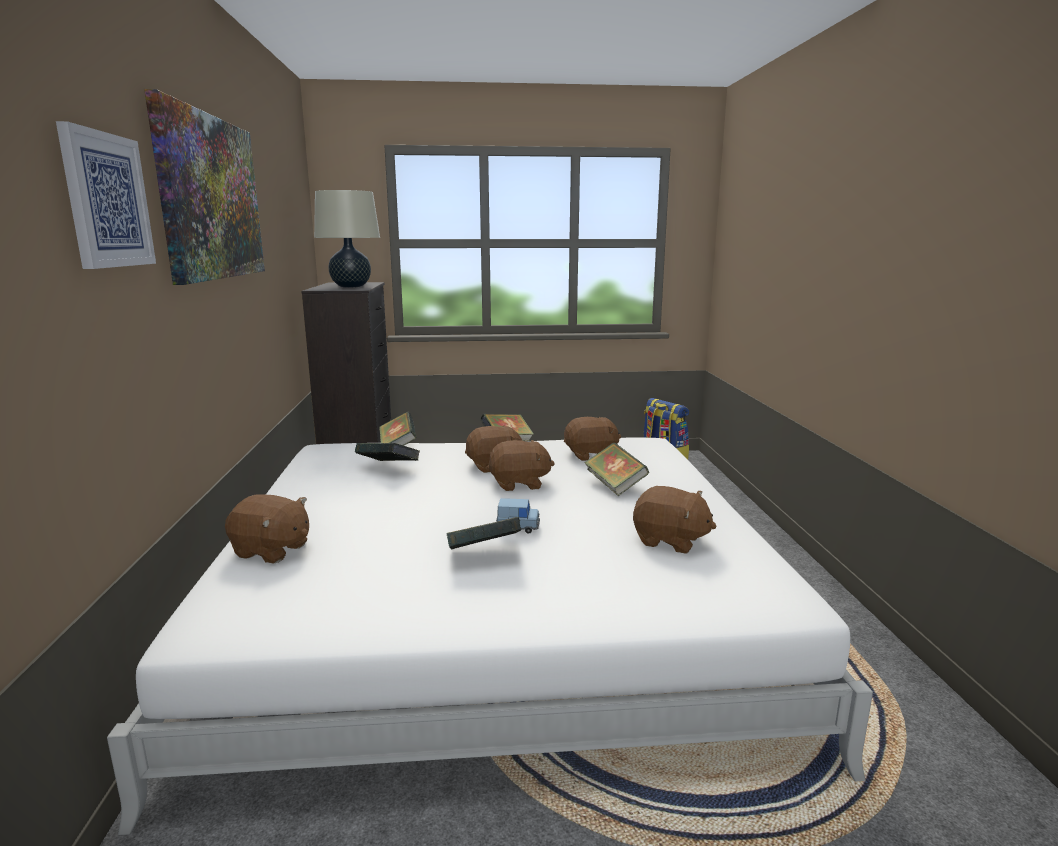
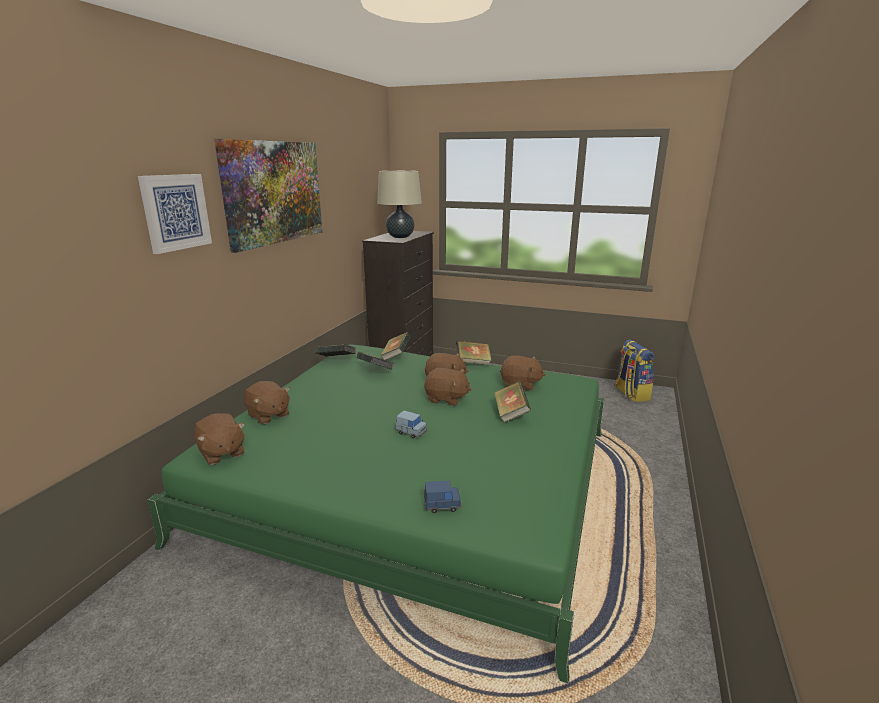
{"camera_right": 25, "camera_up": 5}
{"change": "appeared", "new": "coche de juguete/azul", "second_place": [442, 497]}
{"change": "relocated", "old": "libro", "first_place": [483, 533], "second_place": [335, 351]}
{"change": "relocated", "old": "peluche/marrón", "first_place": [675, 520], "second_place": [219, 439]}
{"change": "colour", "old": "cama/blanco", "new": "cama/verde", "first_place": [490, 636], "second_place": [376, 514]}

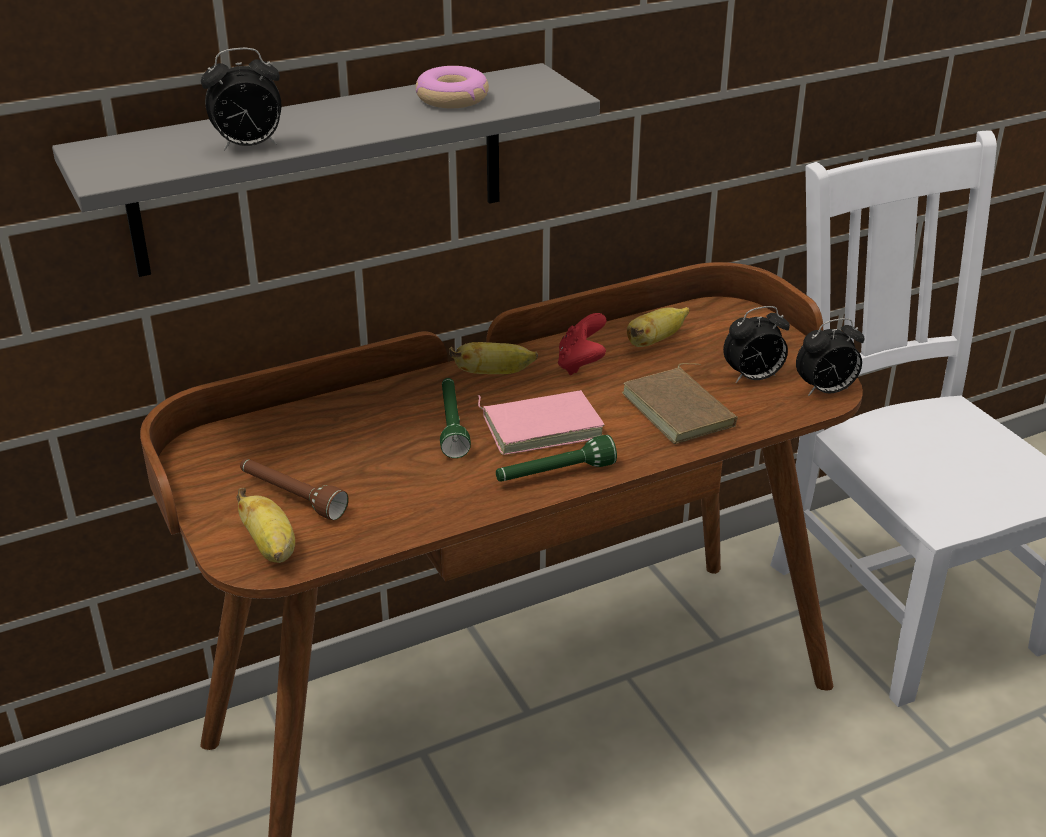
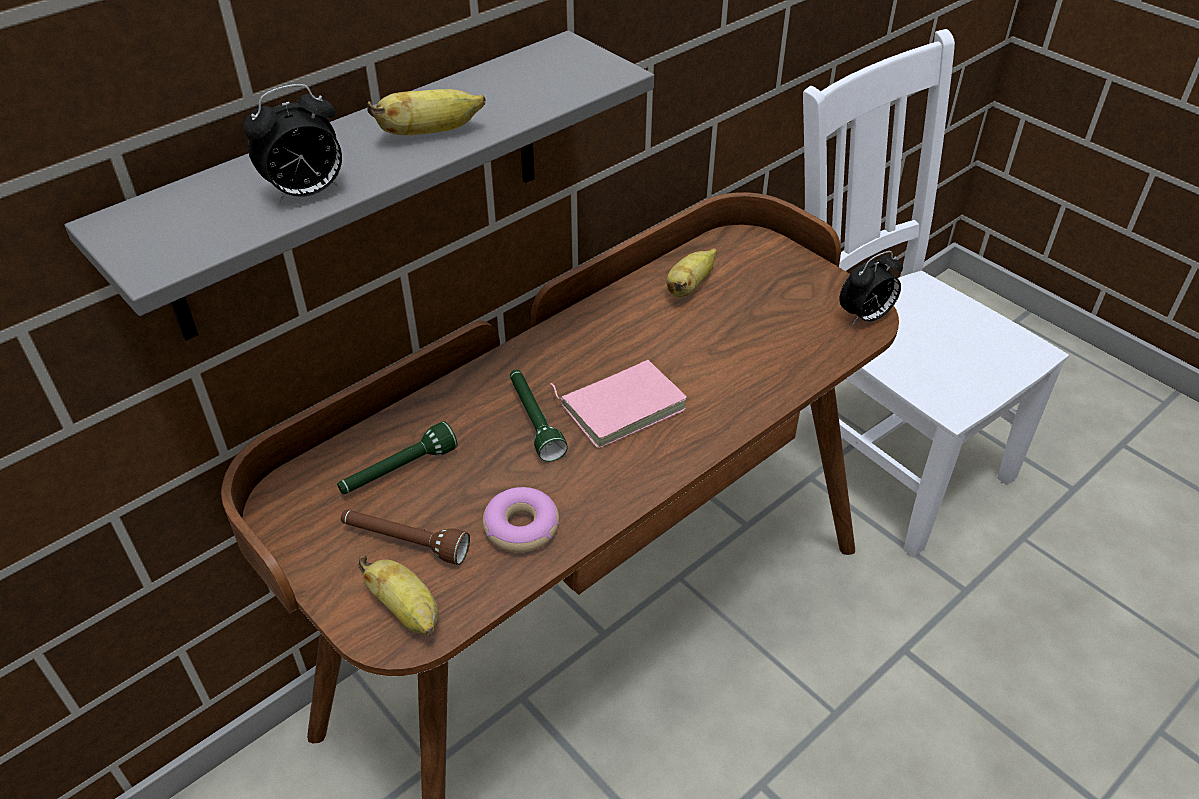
{"camera_right": -15, "camera_up": 10}
{"change": "missing", "old": "mando de consola/rojo", "first_place": [582, 344]}
{"change": "missing", "old": "libro/marrón", "first_place": [680, 403]}
{"change": "missing", "old": "despertador", "first_place": [756, 344]}
{"change": "relocated", "old": "rosquilla", "first_place": [452, 87], "second_place": [521, 520]}
{"change": "relocated", "old": "plátano", "first_place": [493, 358], "second_place": [426, 112]}
{"change": "relocated", "old": "linterna/verde", "first_place": [556, 458], "second_place": [397, 457]}

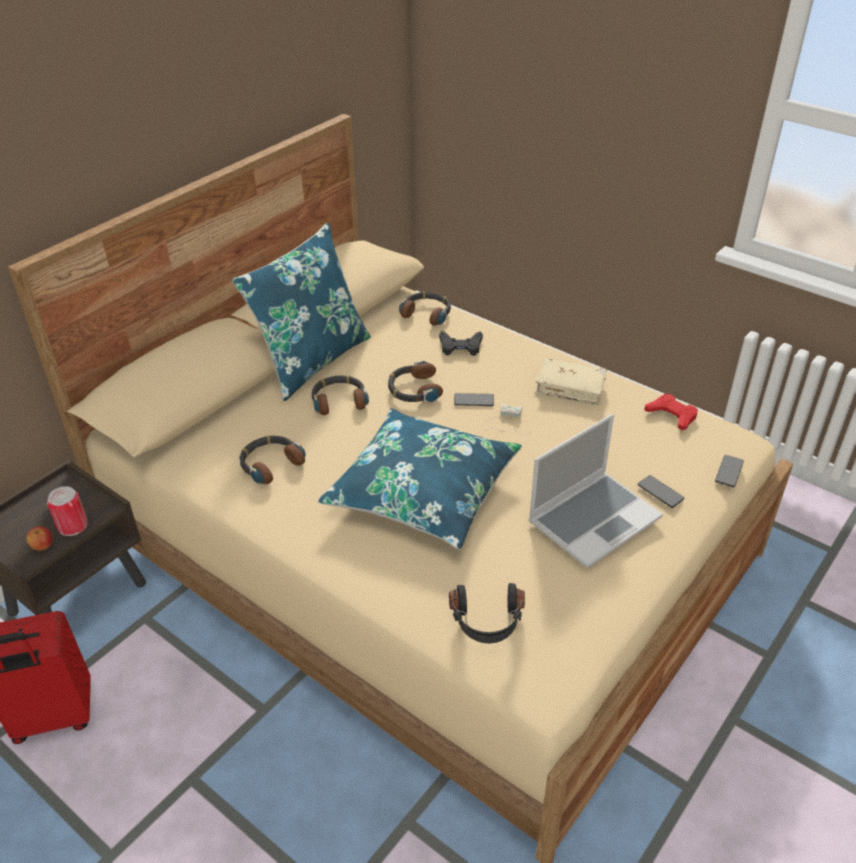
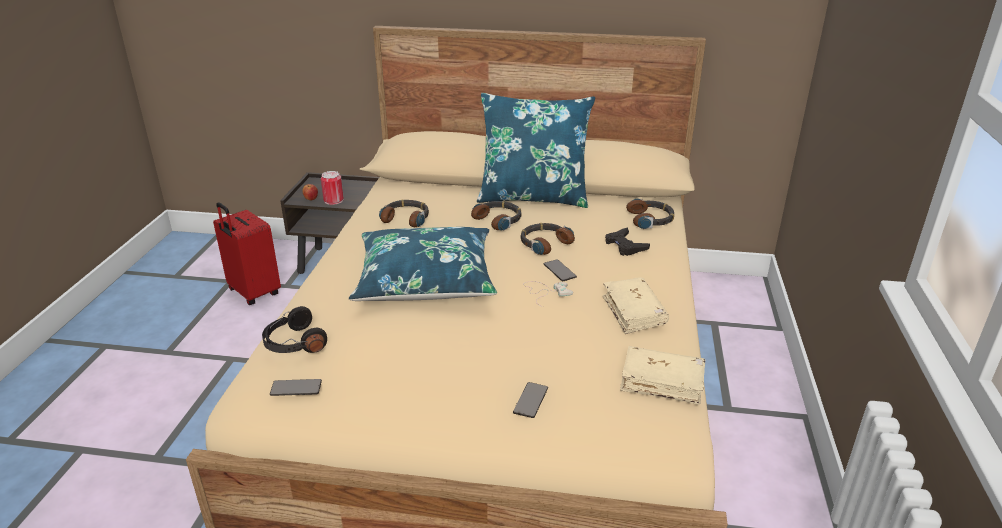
{"camera_right": 60, "camera_up": -10}
{"change": "missing", "old": "portátil", "first_place": [595, 491]}
{"change": "relocated", "old": "móvil", "first_place": [729, 471], "second_place": [296, 387]}
{"change": "exchanged", "old": "mando de consola/rojo", "new": "libro/beis", "first_place": [671, 411], "second_place": [662, 375]}

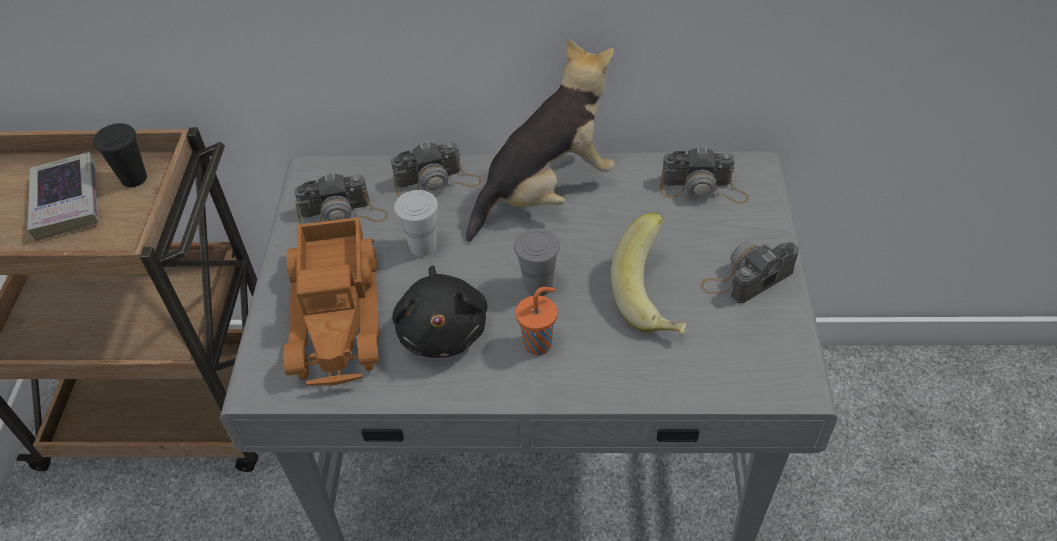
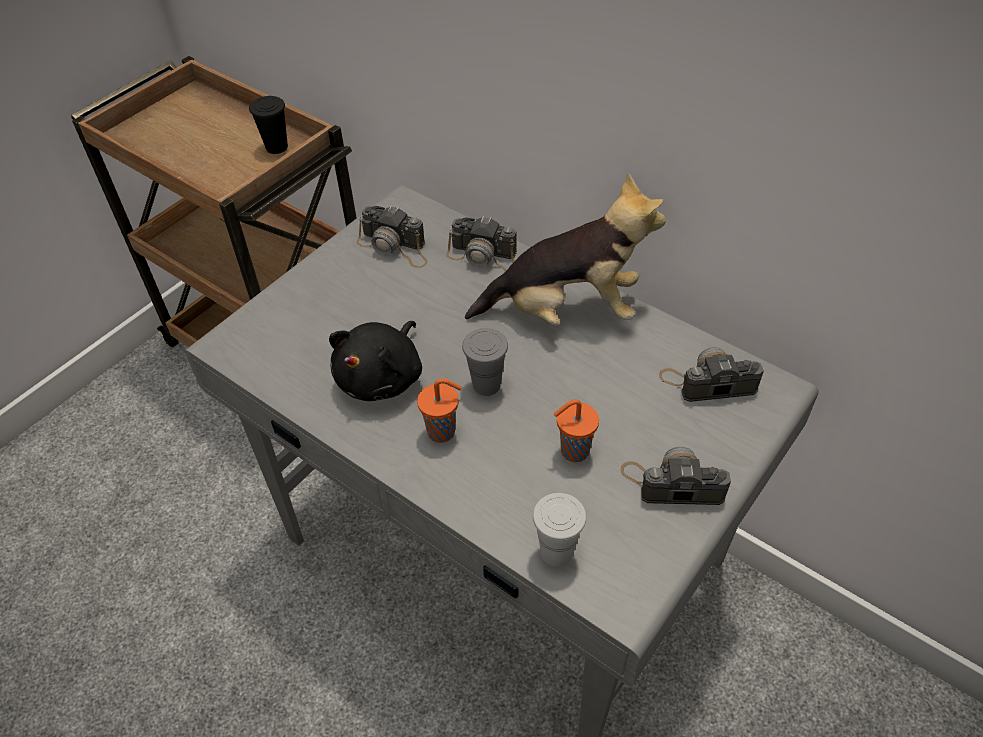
{"camera_right": 35, "camera_up": 0}
{"change": "missing", "old": "libro", "first_place": [62, 196]}
{"change": "missing", "old": "camión de juguete", "first_place": [331, 301]}
{"change": "relocated", "old": "taza/blanco", "first_place": [416, 223], "second_place": [559, 530]}
{"change": "exchanged", "old": "plátano", "new": "taza/naranja", "first_place": [648, 273], "second_place": [576, 430]}
{"change": "spun", "old": "cámara", "first_place": [704, 175], "second_place": [711, 374], "degrees": 135}

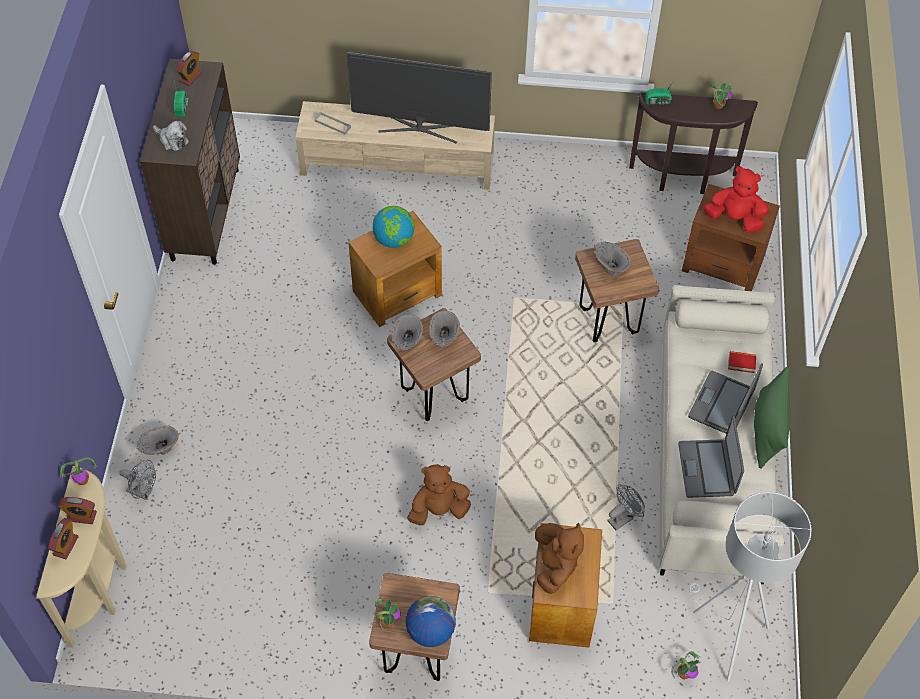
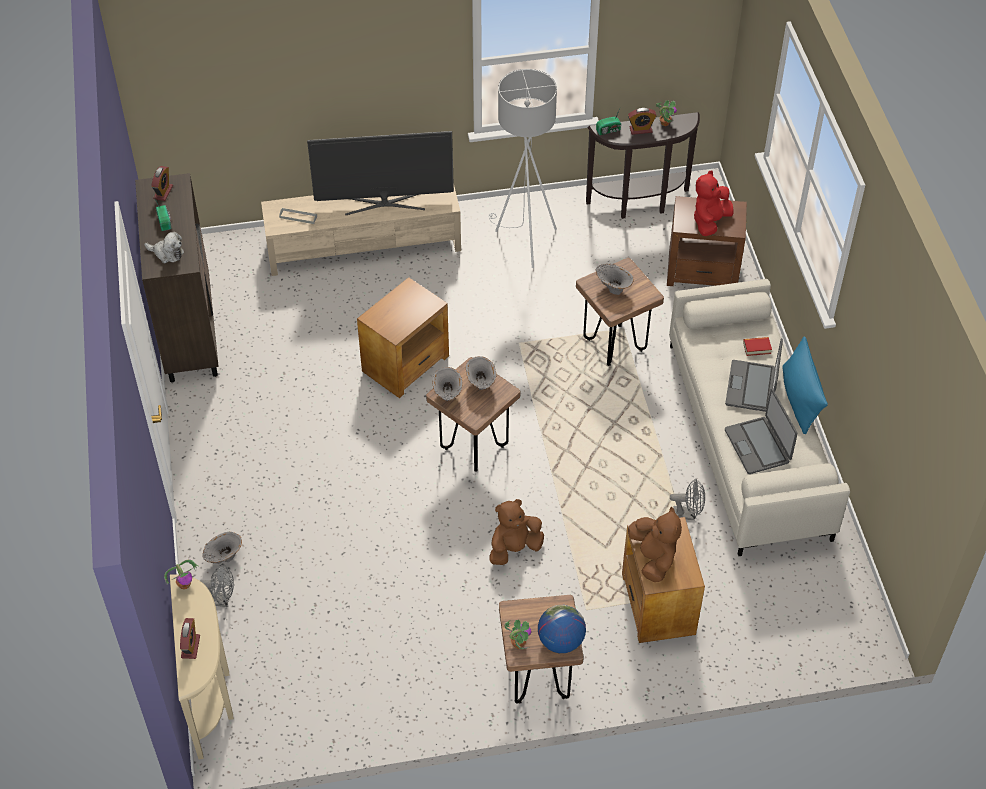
{"camera_right": -15, "camera_up": -5}
{"change": "missing", "old": "globo terráqueo", "first_place": [393, 227]}
{"change": "missing", "old": "planta en maceta", "first_place": [685, 665]}
{"change": "relocated", "old": "despertador", "first_place": [77, 510], "second_place": [642, 121]}
{"change": "relocated", "old": "lámpara de pie/blanco", "first_place": [750, 586], "second_place": [522, 168]}
{"change": "colour", "old": "cojín/verde", "new": "cojín/azul", "first_place": [772, 417], "second_place": [805, 385]}
{"change": "spun", "old": "ventilador/gris", "first_place": [626, 507], "second_place": [687, 500], "degrees": 60}
{"change": "spun", "old": "peluche/rojo", "first_place": [735, 199], "second_place": [714, 203], "degrees": -60}

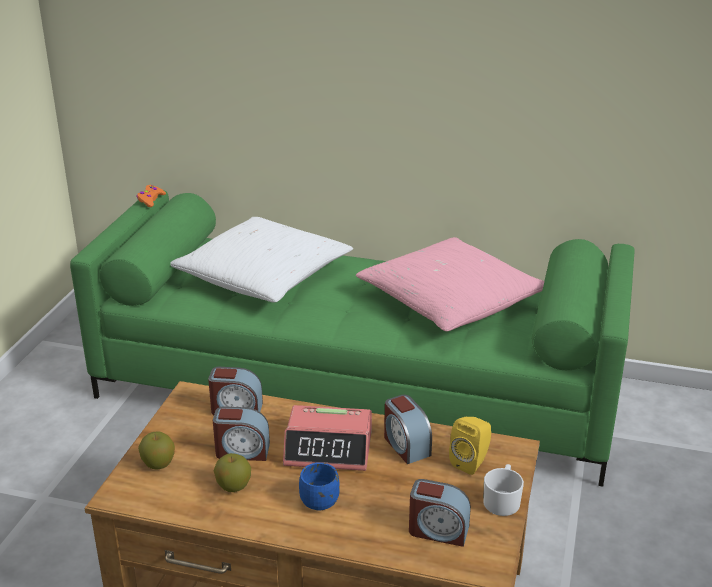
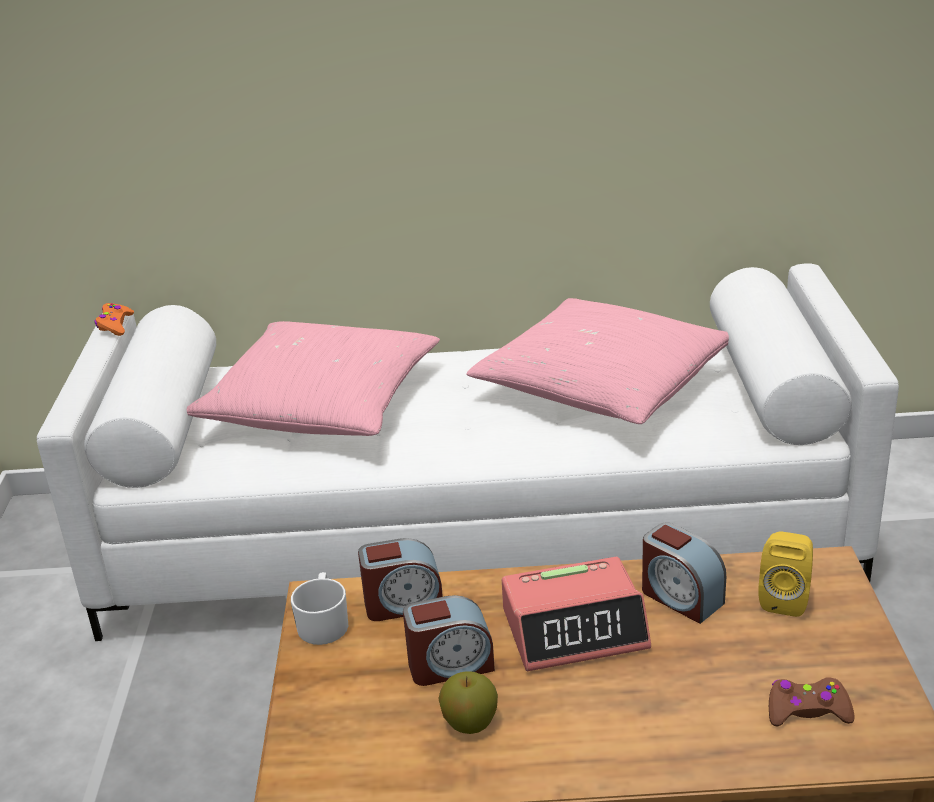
{"camera_right": -15, "camera_up": 0}
{"change": "missing", "old": "manzana", "first_place": [156, 450]}
{"change": "missing", "old": "taza grande/azul", "first_place": [319, 486]}
{"change": "relocated", "old": "taza grande/blanco", "first_place": [503, 490], "second_place": [319, 608]}
{"change": "exchanged", "old": "despertador", "new": "mando de consola/marrón", "first_place": [440, 513], "second_place": [812, 702]}
{"change": "colour", "old": "sofá/verde", "new": "sofá/blanco", "first_place": [352, 339], "second_place": [468, 452]}
{"change": "colour", "old": "cojín/blanco", "new": "cojín/rosa", "first_place": [262, 259], "second_place": [313, 378]}

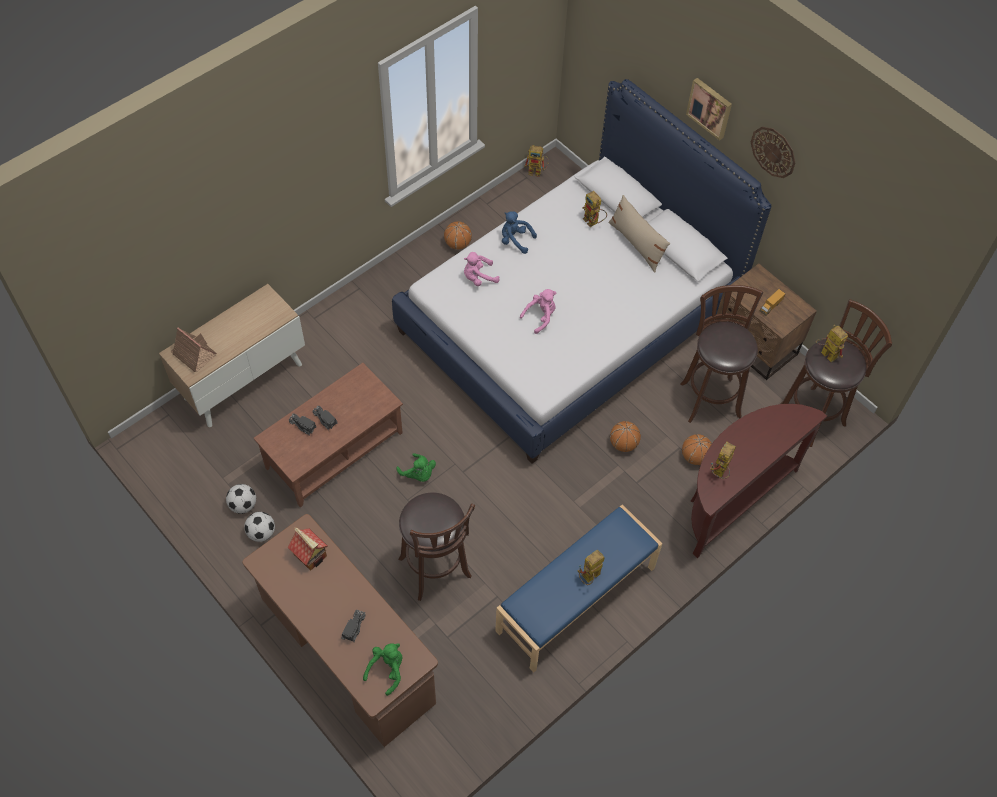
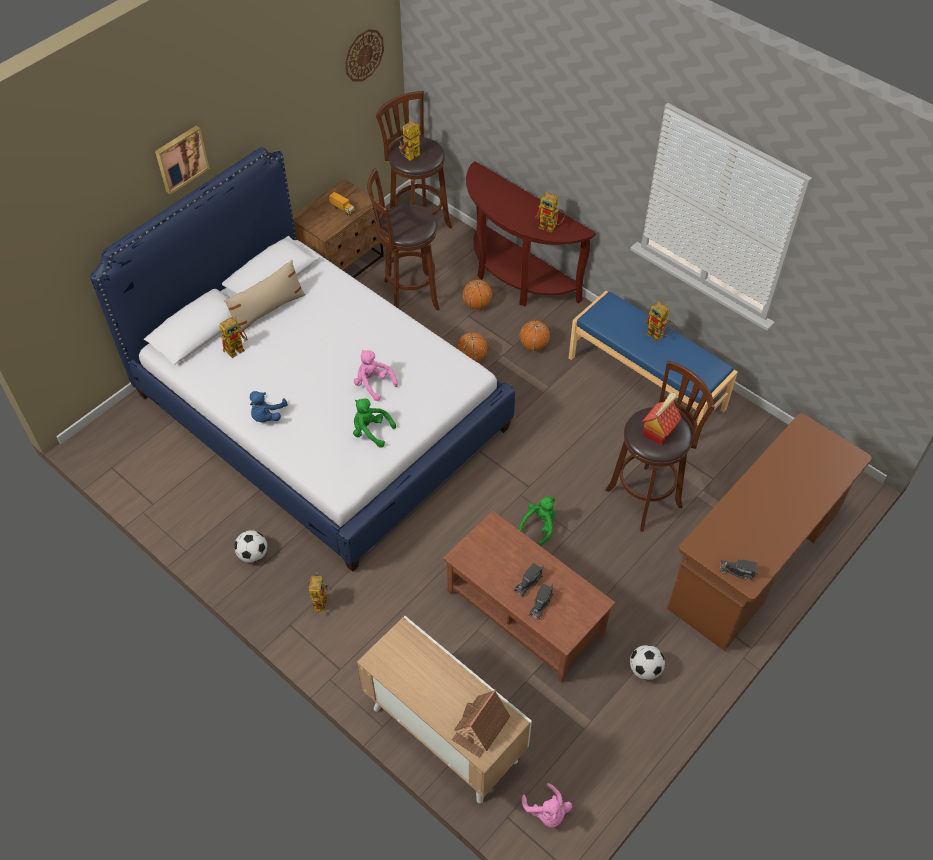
{"camera_right": -95, "camera_up": -5}
{"change": "relocated", "old": "balón de fútbol", "first_place": [241, 499], "second_place": [250, 546]}
{"change": "relocated", "old": "casita", "first_place": [307, 549], "second_place": [662, 418]}
{"change": "relocated", "old": "camión de juguete", "first_place": [353, 626], "second_place": [740, 570]}
{"change": "relocated", "old": "peluche/verde", "first_place": [382, 669], "second_place": [374, 423]}
{"change": "relocated", "old": "balón de baloncesto", "first_place": [458, 235], "second_place": [534, 335]}
{"change": "relocated", "old": "peluche/rosa", "first_place": [482, 269], "second_place": [547, 805]}
{"change": "relocated", "old": "robot de juguete", "first_place": [536, 161], "second_place": [318, 592]}
{"change": "relocated", "old": "reloj de pared", "first_place": [773, 152], "second_place": [364, 55]}

